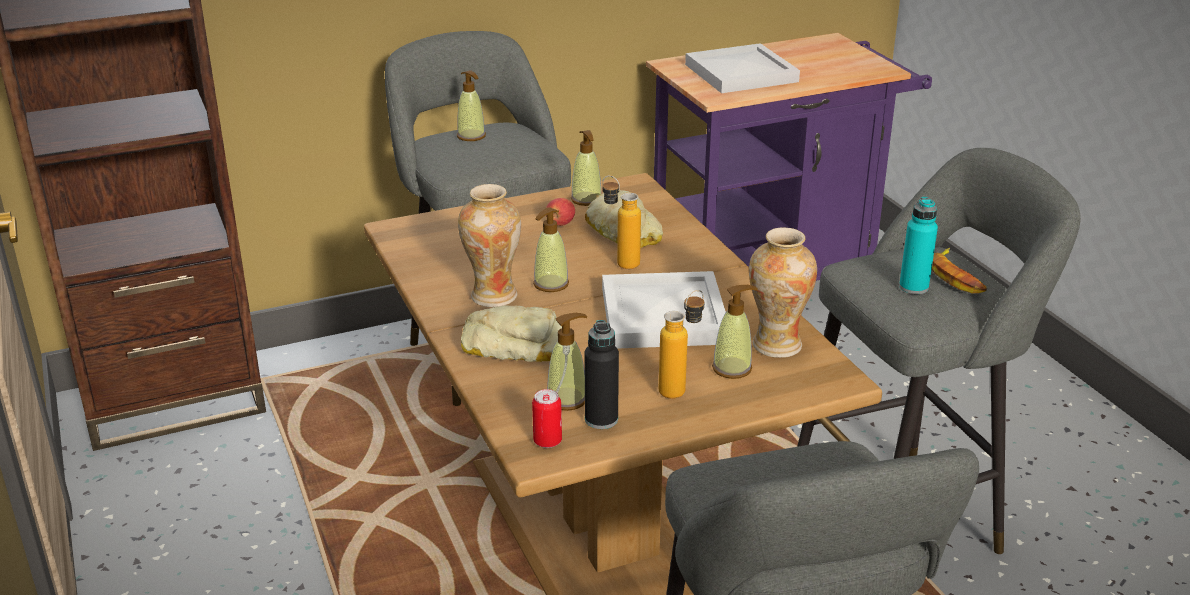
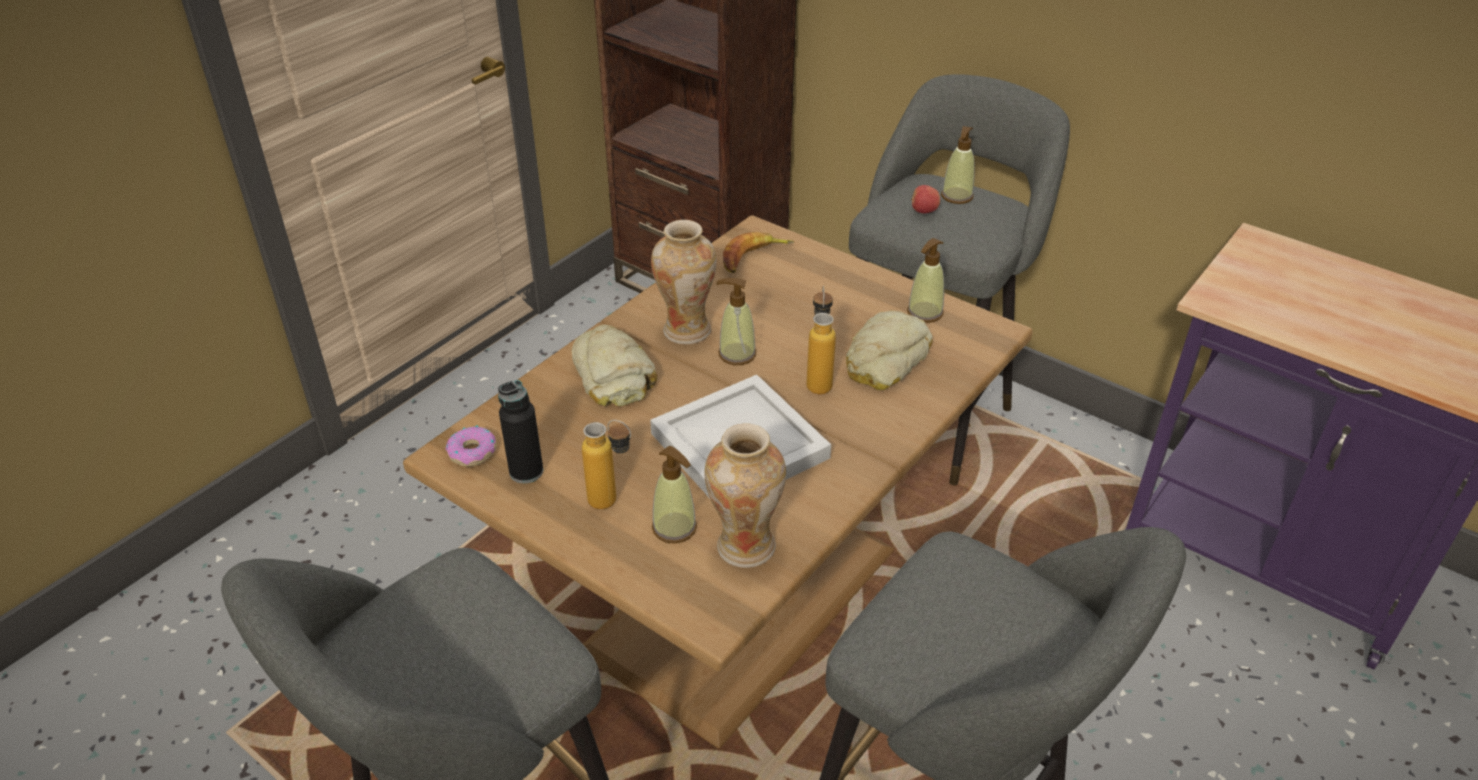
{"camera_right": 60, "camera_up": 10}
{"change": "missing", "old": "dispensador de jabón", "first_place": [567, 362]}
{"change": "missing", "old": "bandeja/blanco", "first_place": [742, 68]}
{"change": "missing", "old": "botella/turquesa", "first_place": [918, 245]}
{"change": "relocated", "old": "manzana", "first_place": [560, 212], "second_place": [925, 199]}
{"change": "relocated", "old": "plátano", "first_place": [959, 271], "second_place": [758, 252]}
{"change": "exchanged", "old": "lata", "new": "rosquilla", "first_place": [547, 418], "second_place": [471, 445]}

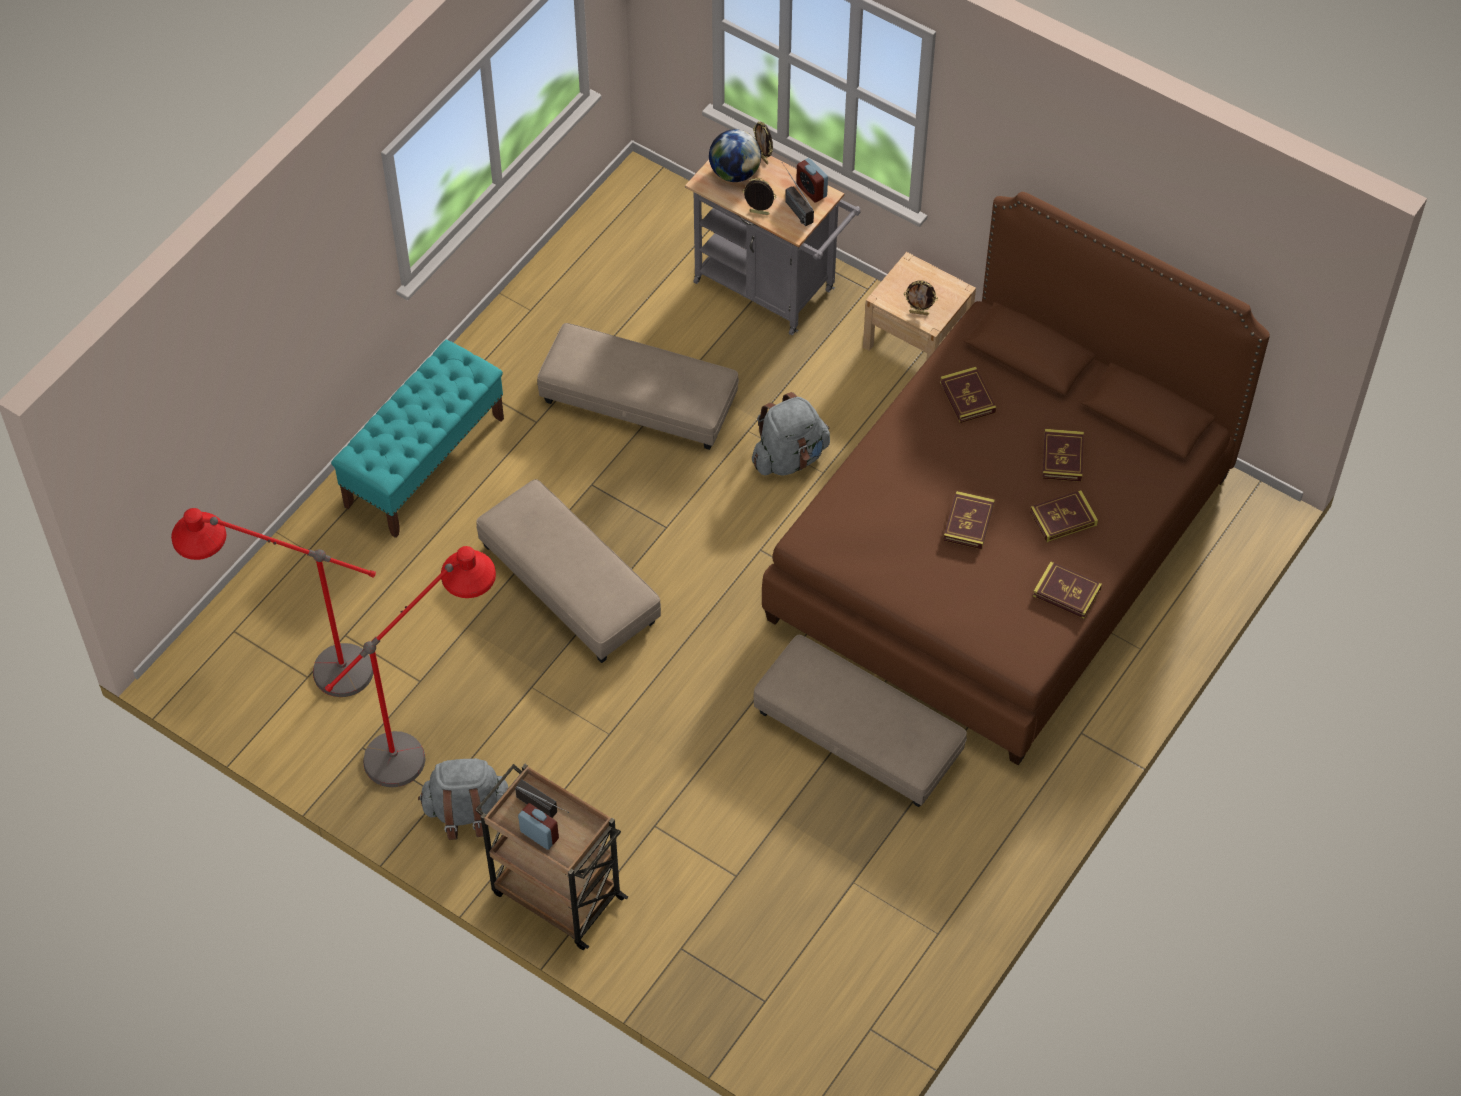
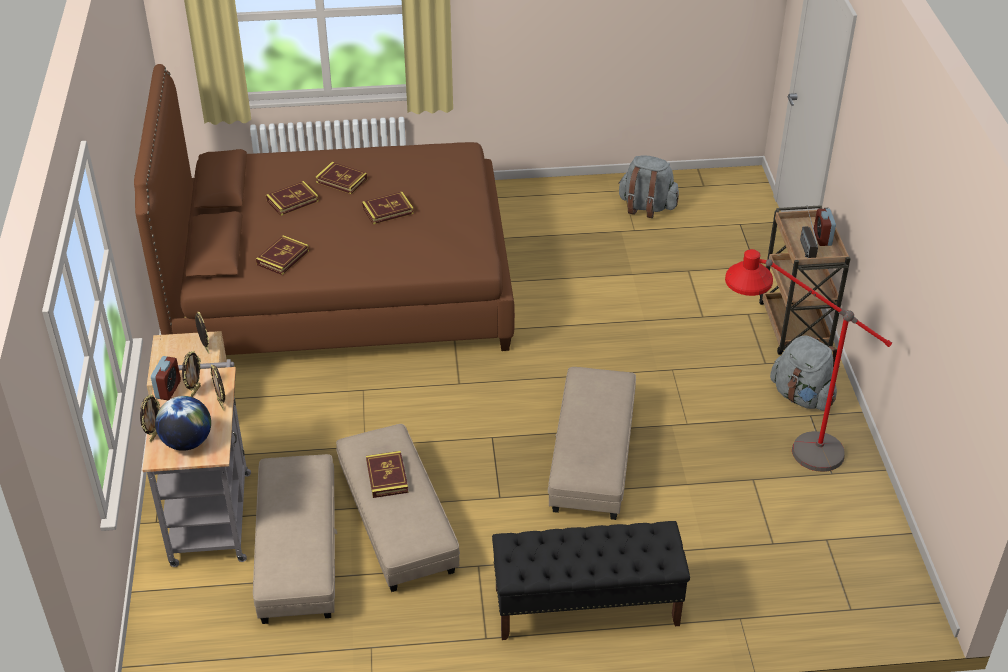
{"camera_right": -130, "camera_up": -15}
{"change": "missing", "old": "lámpara de pie/rojo", "first_place": [273, 602]}
{"change": "relocated", "old": "mochila/gris", "first_place": [791, 434], "second_place": [648, 186]}
{"change": "relocated", "old": "puf/beis", "first_place": [860, 721], "second_place": [295, 539]}
{"change": "relocated", "old": "libro", "first_place": [1067, 590], "second_place": [387, 474]}
{"change": "exchanged", "old": "radio", "new": "portarretratos", "first_place": [798, 195], "second_place": [191, 374]}
{"change": "colour", "old": "banco/turquesa", "new": "banco/negro", "first_place": [417, 439], "second_place": [591, 580]}

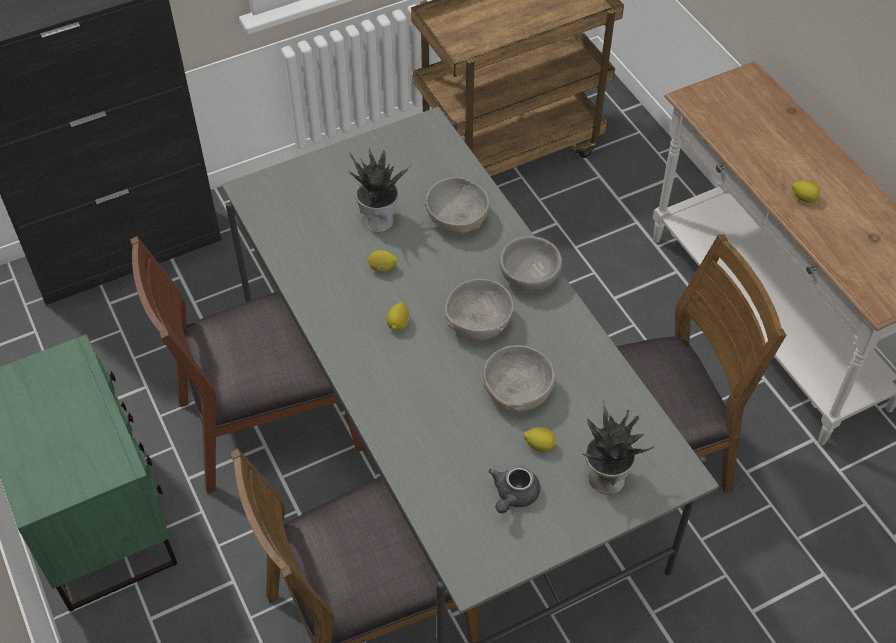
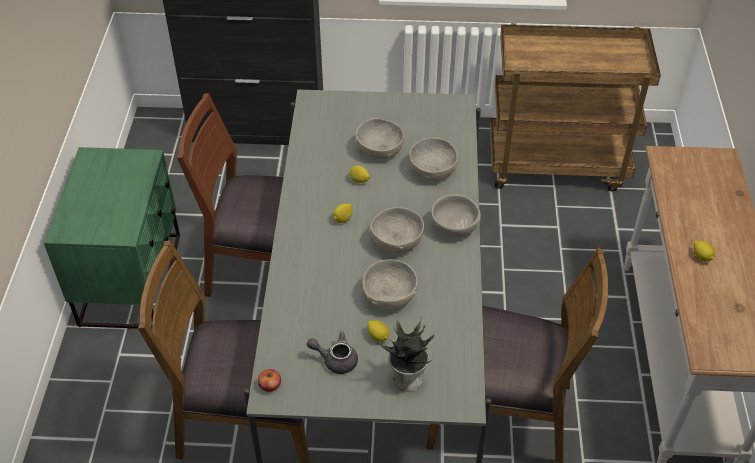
{"camera_right": 30, "camera_up": -5}
{"change": "appeared", "new": "manzana", "second_place": [269, 380]}
{"change": "exchanged", "old": "planta en maceta", "new": "cuenco/gris", "first_place": [381, 190], "second_place": [379, 138]}
{"change": "spun", "old": "tetera/gris", "first_place": [514, 489], "second_place": [332, 352], "degrees": 45}

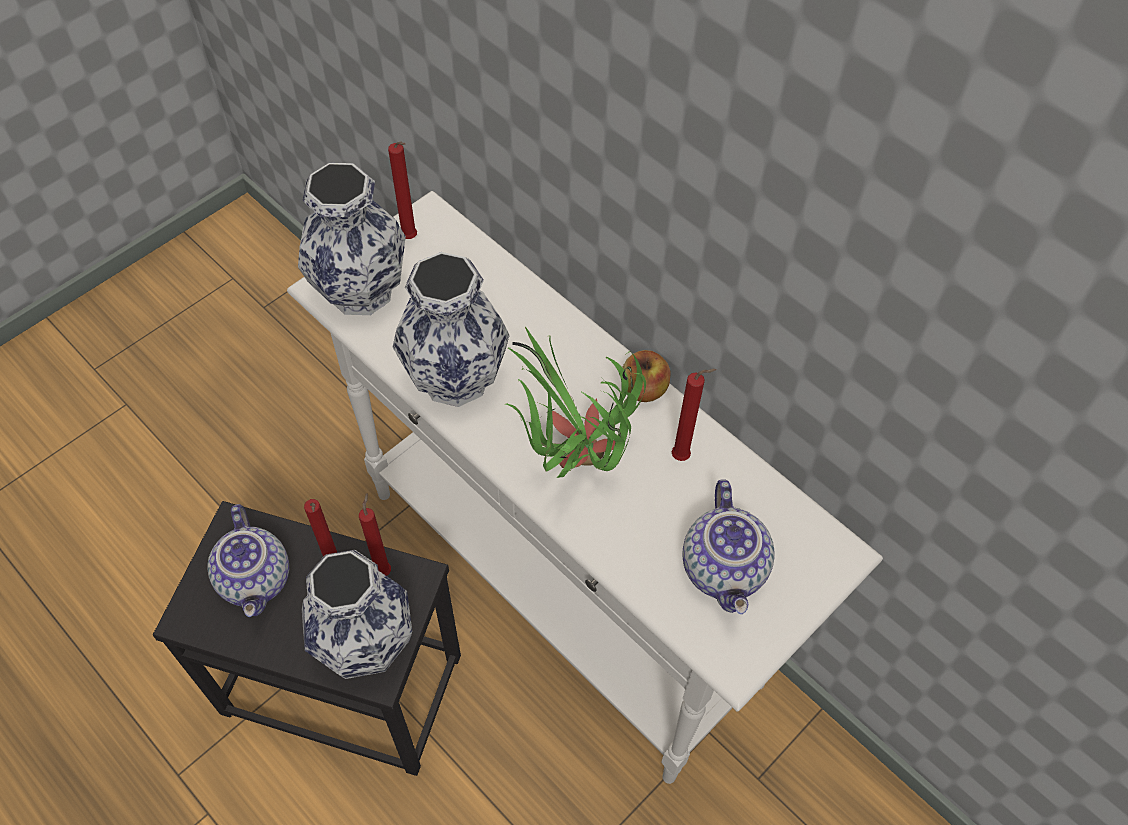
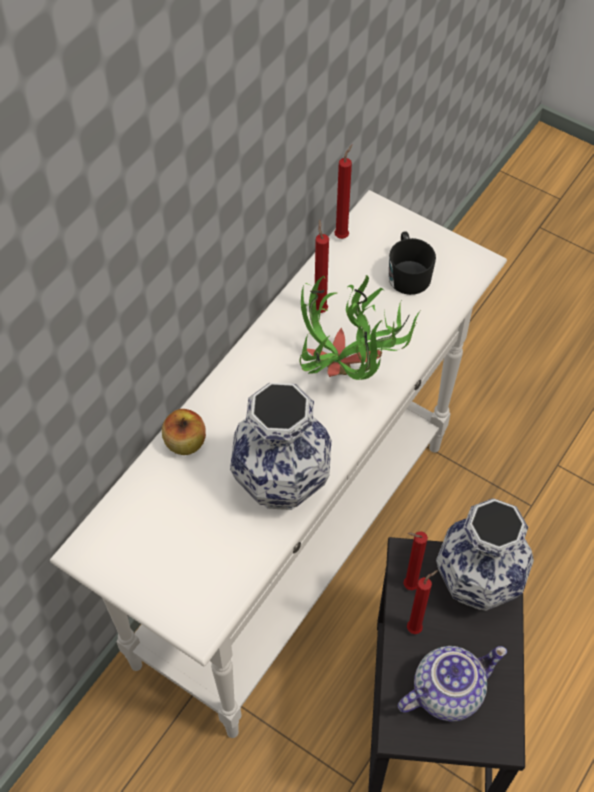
{"camera_right": -100, "camera_up": 0}
{"change": "missing", "old": "florero", "first_place": [352, 239]}
{"change": "relocated", "old": "vela/rojo", "first_place": [402, 190], "second_place": [343, 192]}
{"change": "relocated", "old": "manzana", "first_place": [646, 376], "second_place": [184, 432]}
{"change": "exchanged", "old": "tetera", "new": "taza grande/negro", "first_place": [728, 546], "second_place": [412, 263]}

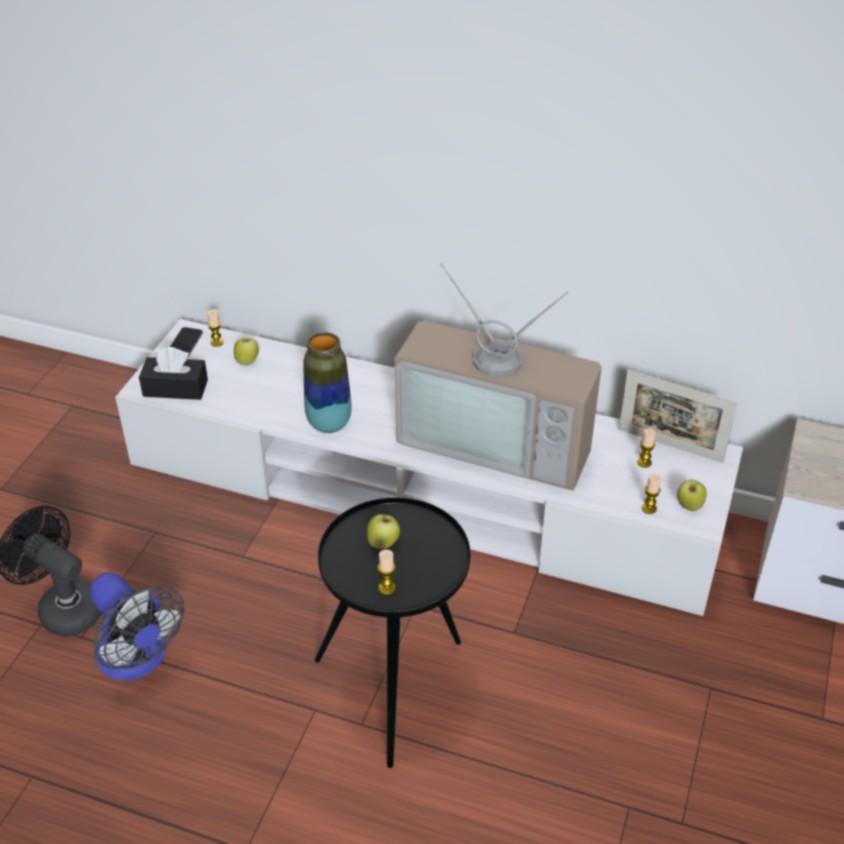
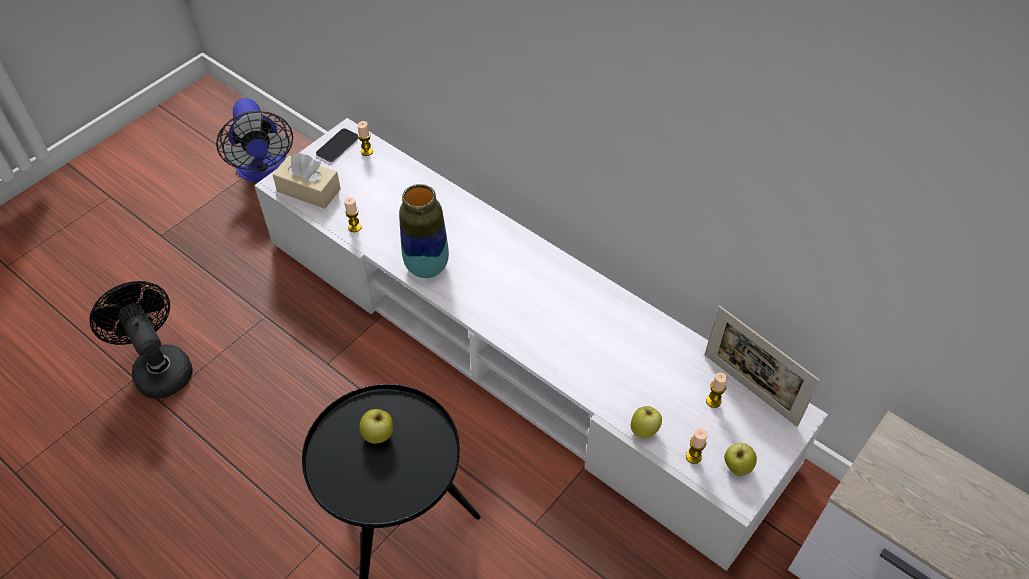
{"camera_right": 20, "camera_up": 10}
{"change": "missing", "old": "televisor", "first_place": [498, 376]}
{"change": "relocated", "old": "ventilador", "first_place": [137, 626], "second_place": [254, 140]}
{"change": "relocated", "old": "manzana", "first_place": [246, 352], "second_place": [646, 422]}
{"change": "relocated", "old": "vela", "first_place": [387, 572], "second_place": [353, 214]}
{"change": "colour", "old": "caja de pañuelos/negro", "new": "caja de pañuelos/beis", "first_place": [173, 373], "second_place": [306, 181]}

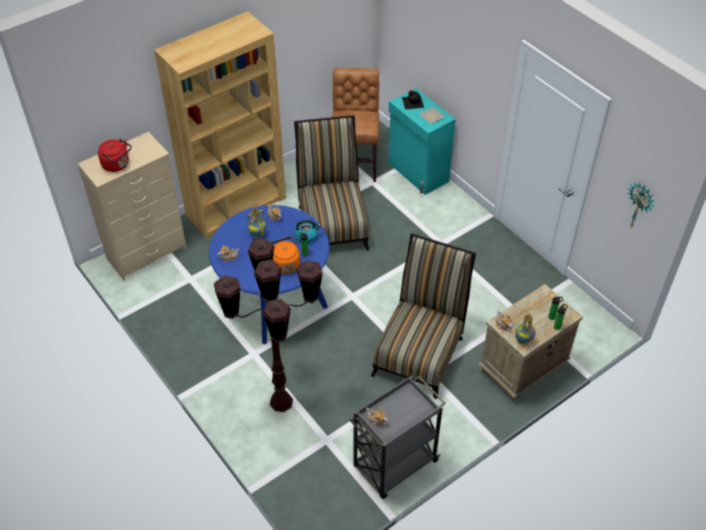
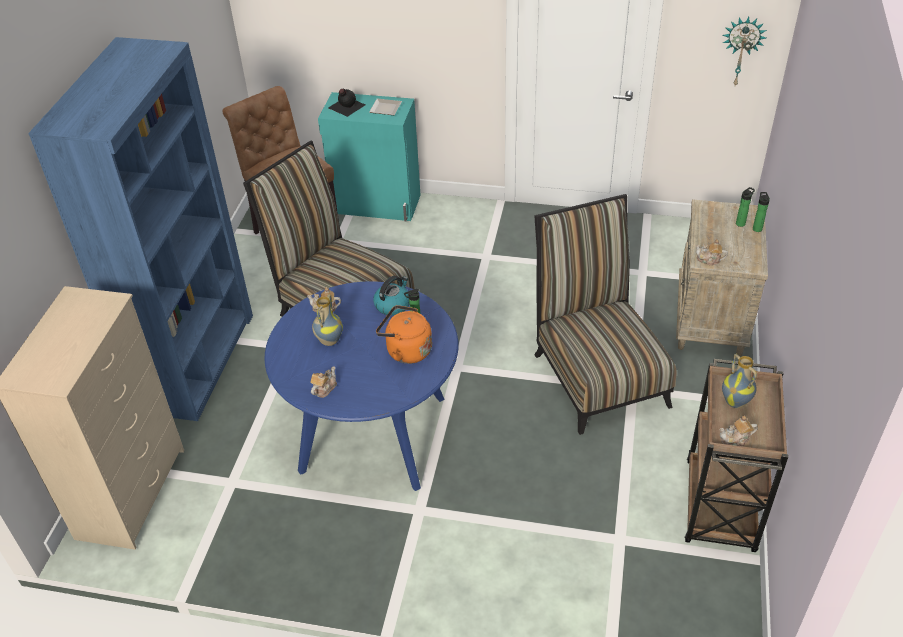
{"camera_right": -40, "camera_up": -5}
{"change": "missing", "old": "hervidor/rojo", "first_place": [115, 155]}
{"change": "missing", "old": "lámpara de pie/marrón", "first_place": [268, 325]}
{"change": "relocated", "old": "florero", "first_place": [525, 328], "second_place": [739, 380]}
{"change": "colour", "old": "estantería/marrón", "new": "estantería/azul", "first_place": [220, 124], "second_place": [140, 229]}
{"change": "colour", "old": "carrito/gris", "new": "carrito/marrón", "first_place": [398, 437], "second_place": [736, 455]}

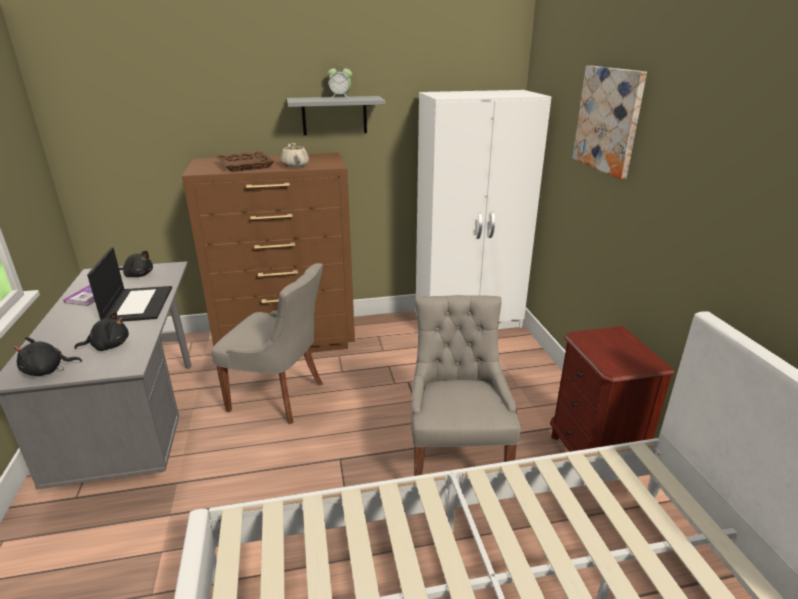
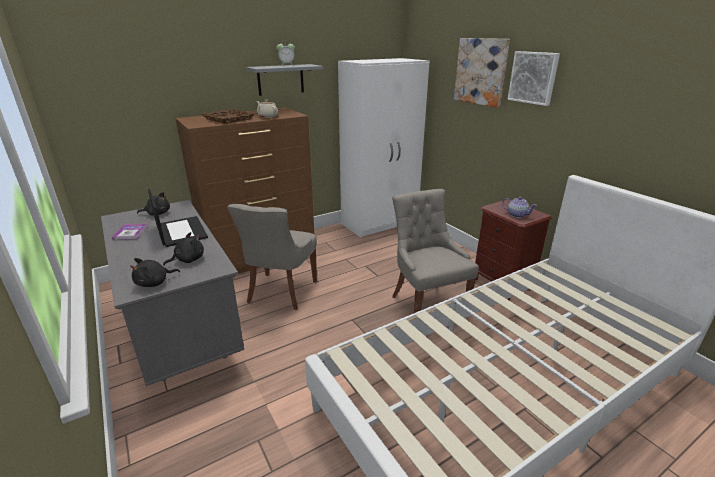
{"camera_right": -20, "camera_up": 0}
{"change": "appeared", "new": "tetera", "second_place": [519, 207]}
{"change": "appeared", "new": "cuadro", "second_place": [533, 78]}
{"change": "spun", "old": "silla/gris", "first_place": [267, 343], "second_place": [272, 257], "degrees": 105}

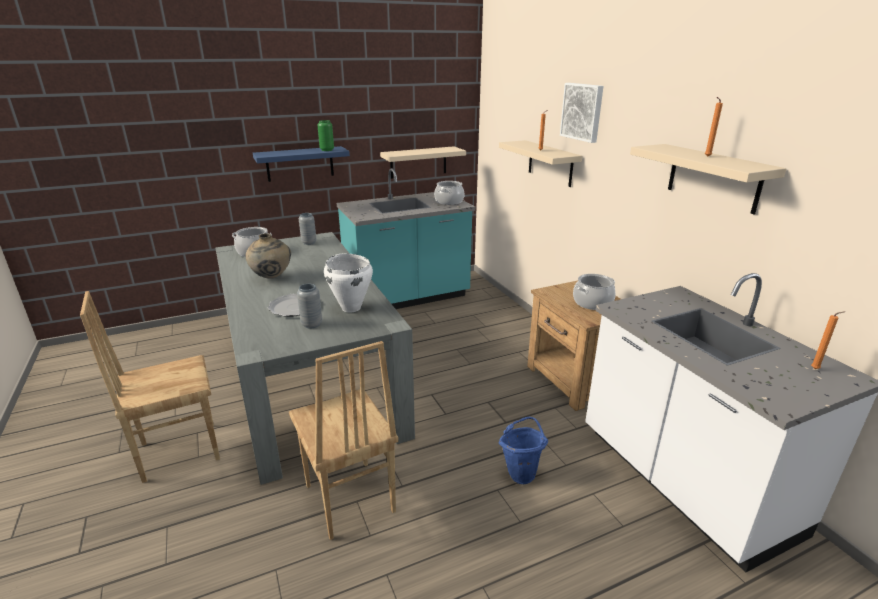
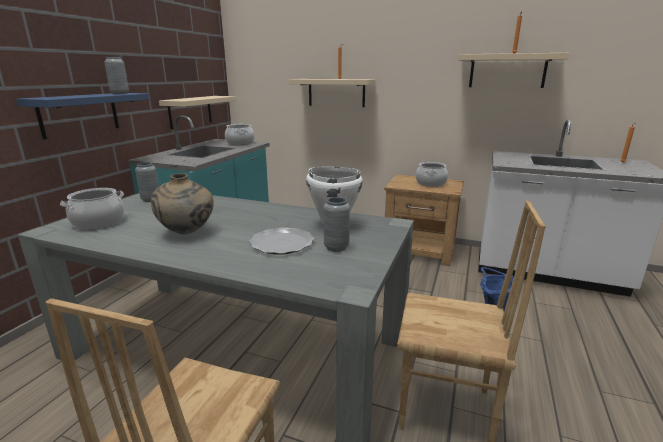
{"camera_right": -45, "camera_up": -5}
{"change": "missing", "old": "cuadro", "first_place": [582, 113]}
{"change": "colour", "old": "florero/verde", "new": "florero/gris", "first_place": [325, 135], "second_place": [116, 75]}

